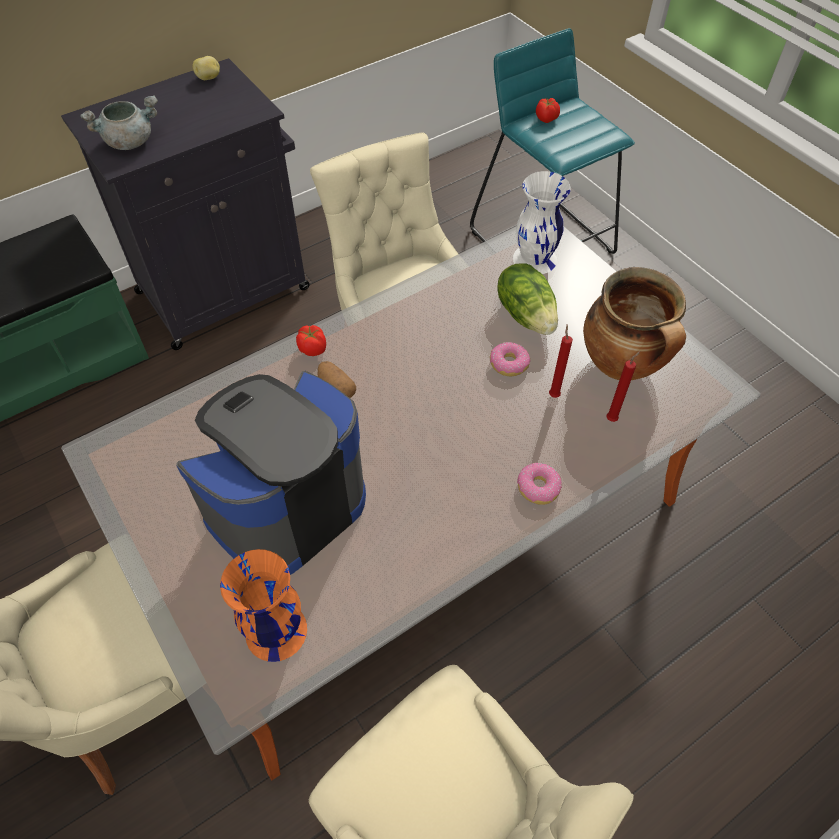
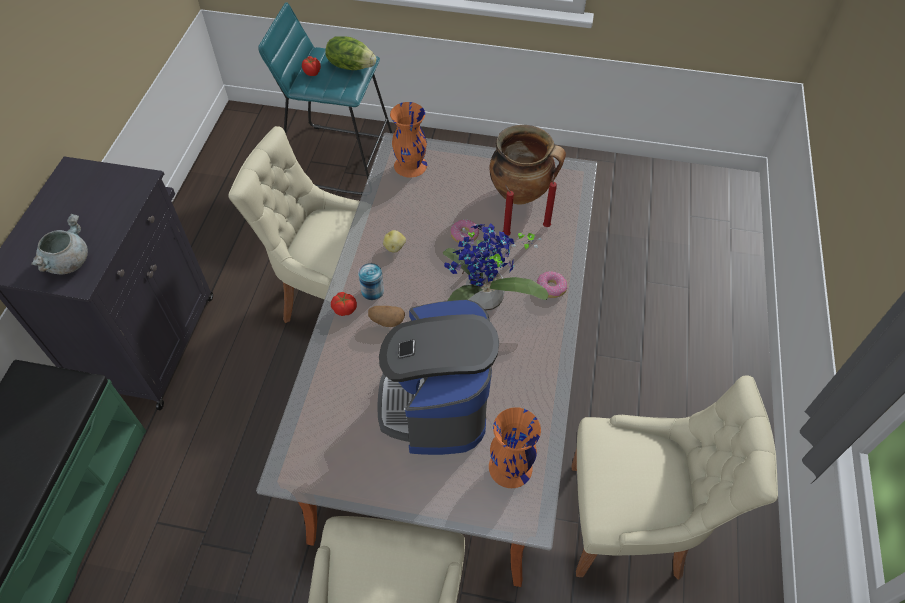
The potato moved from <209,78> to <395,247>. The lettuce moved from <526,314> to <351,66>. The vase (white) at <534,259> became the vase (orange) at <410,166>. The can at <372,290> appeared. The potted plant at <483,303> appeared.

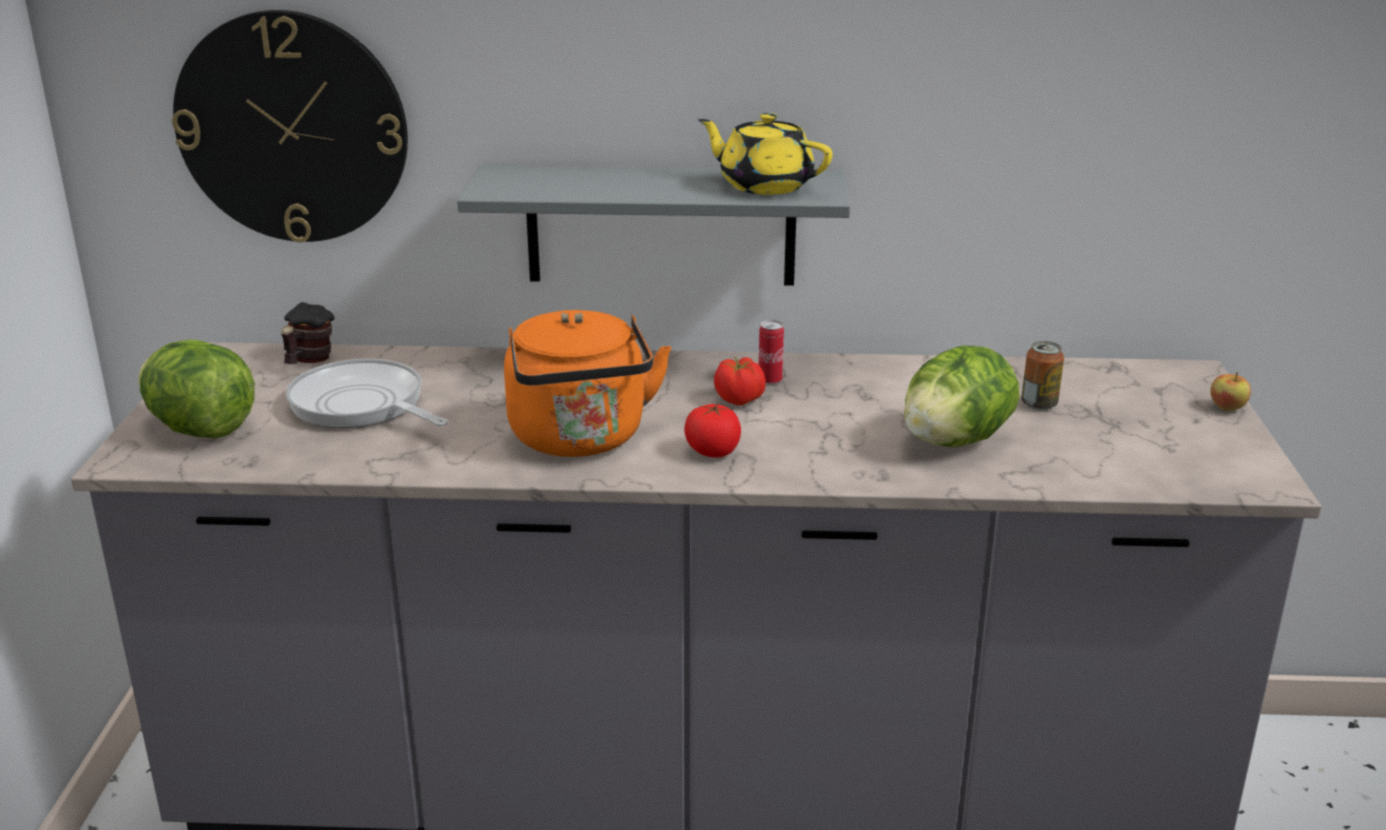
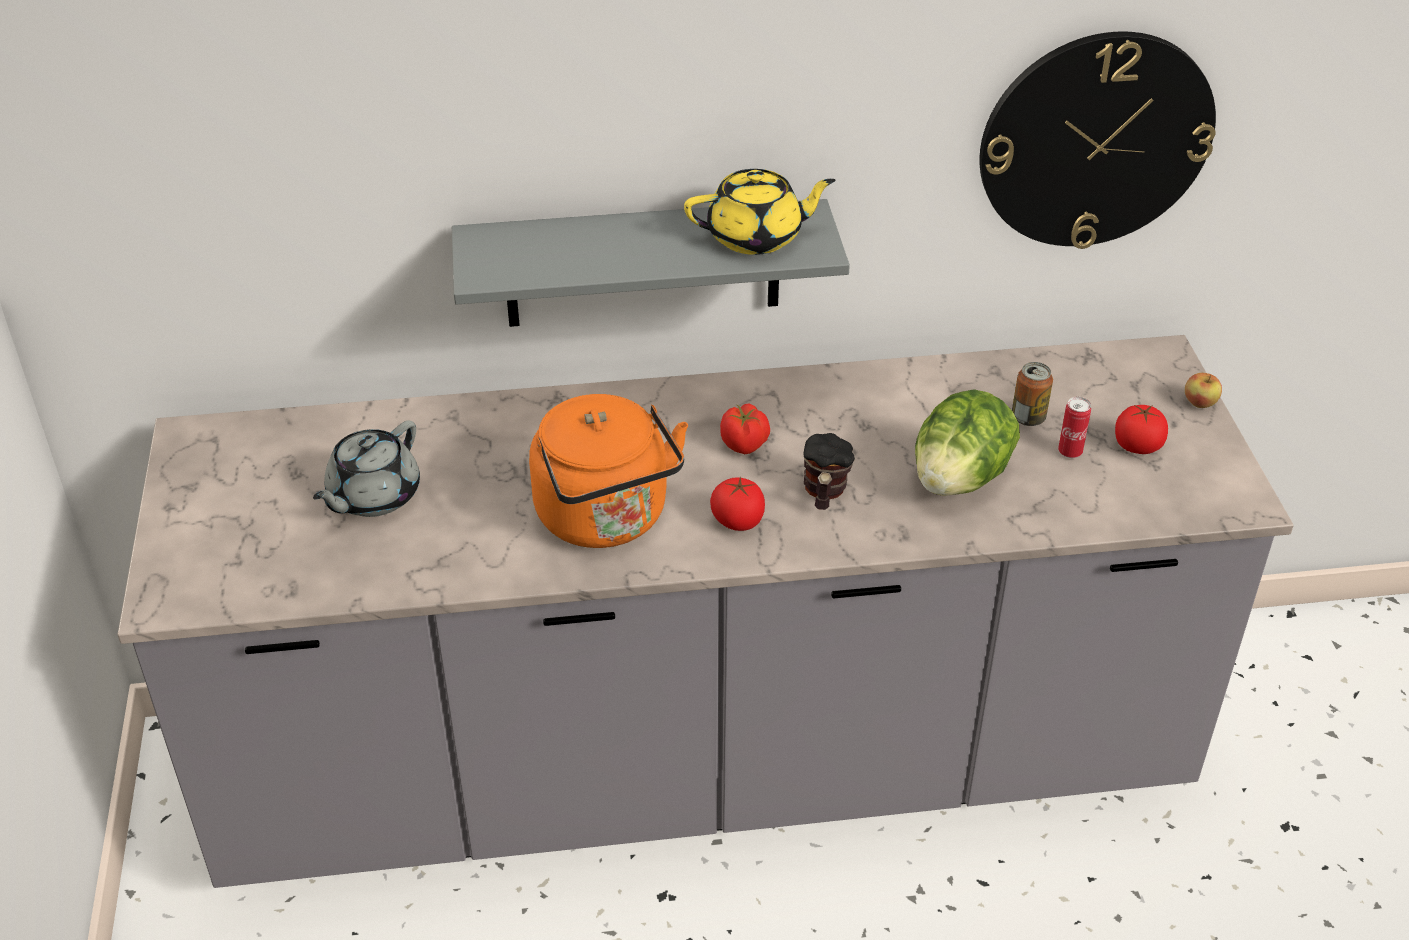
The lettuce at <201,429> disappeared. The wall clock moved from <292,128> to <1095,140>. The mug moved from <308,361> to <824,494>. The frying pan at <362,406> was replaced by the teapot (grey) at <372,496>. The teapot (yellow) at <764,185> turned 150 degrees clockwise. The can moved from <770,381> to <1070,452>. The tomato at <1137,446> appeared.

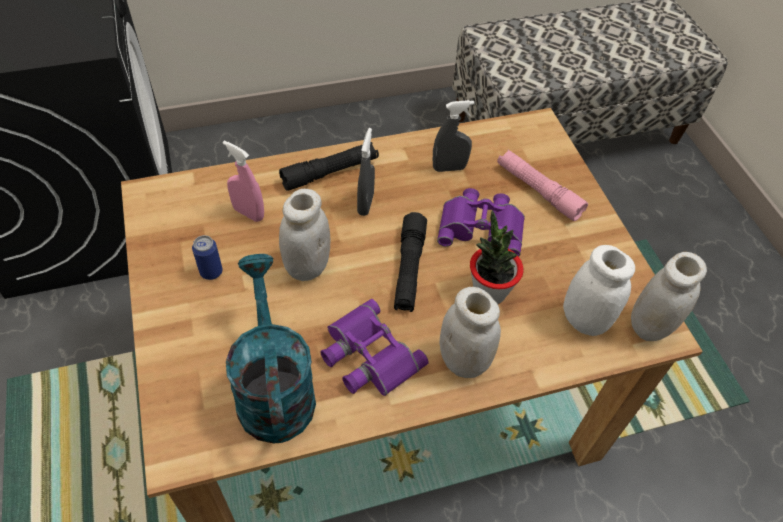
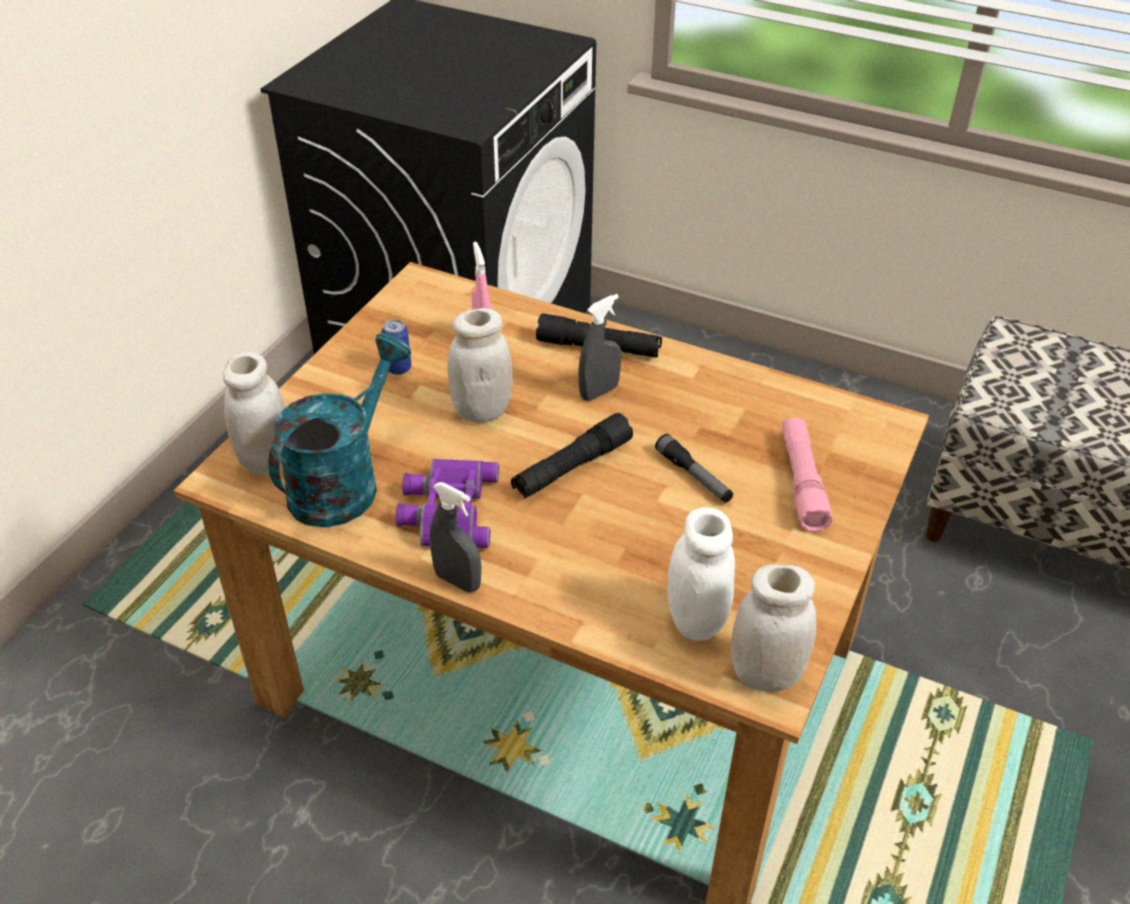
The spray bottle (grey) moved from <449,168> to <457,581>. The binoculars (purple) at <481,226> was replaced by the flashlight at <694,476>. The jar (white) moved from <463,361> to <266,459>. The potted plant at <489,292> disappeared.

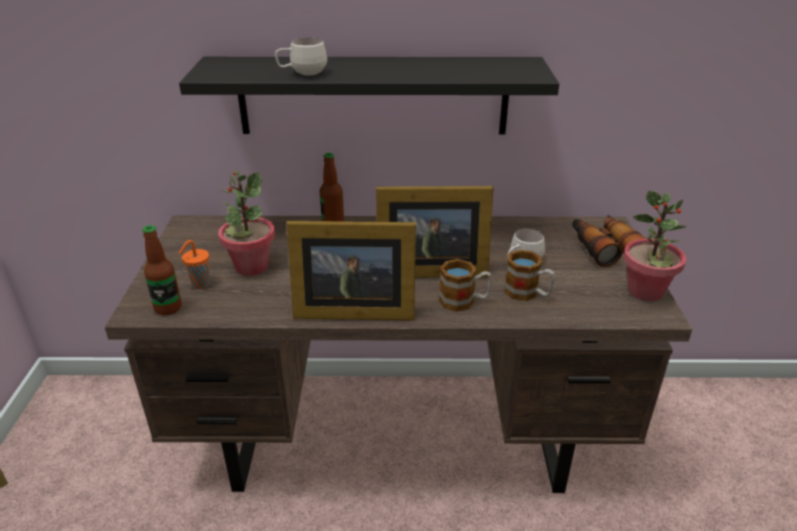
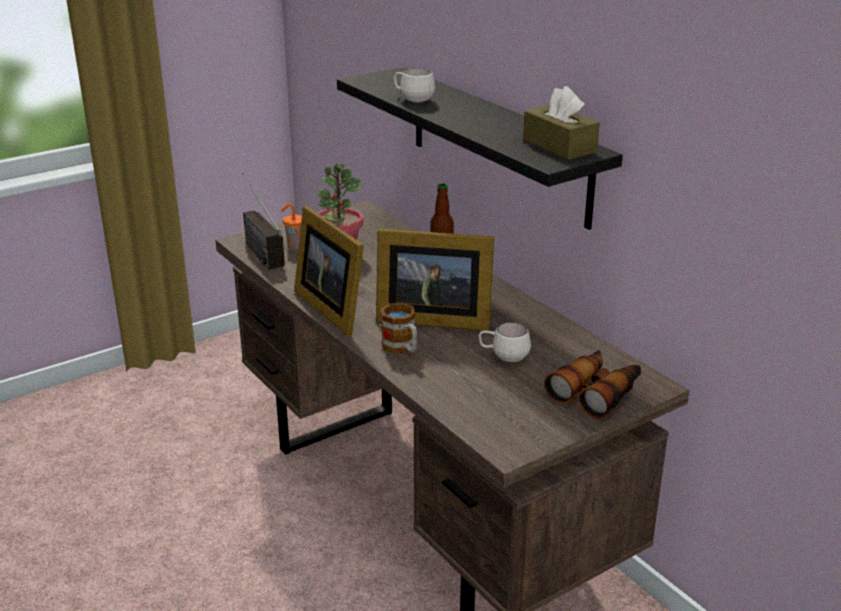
The bottle at <168,308> was replaced by the radio at <256,248>. The picture frame at <428,269> turned 45 degrees counterclockwise. The mug at <527,293> disappeared. The potted plant at <645,292> disappeared. The tissue box (brown) at <559,146> appeared.

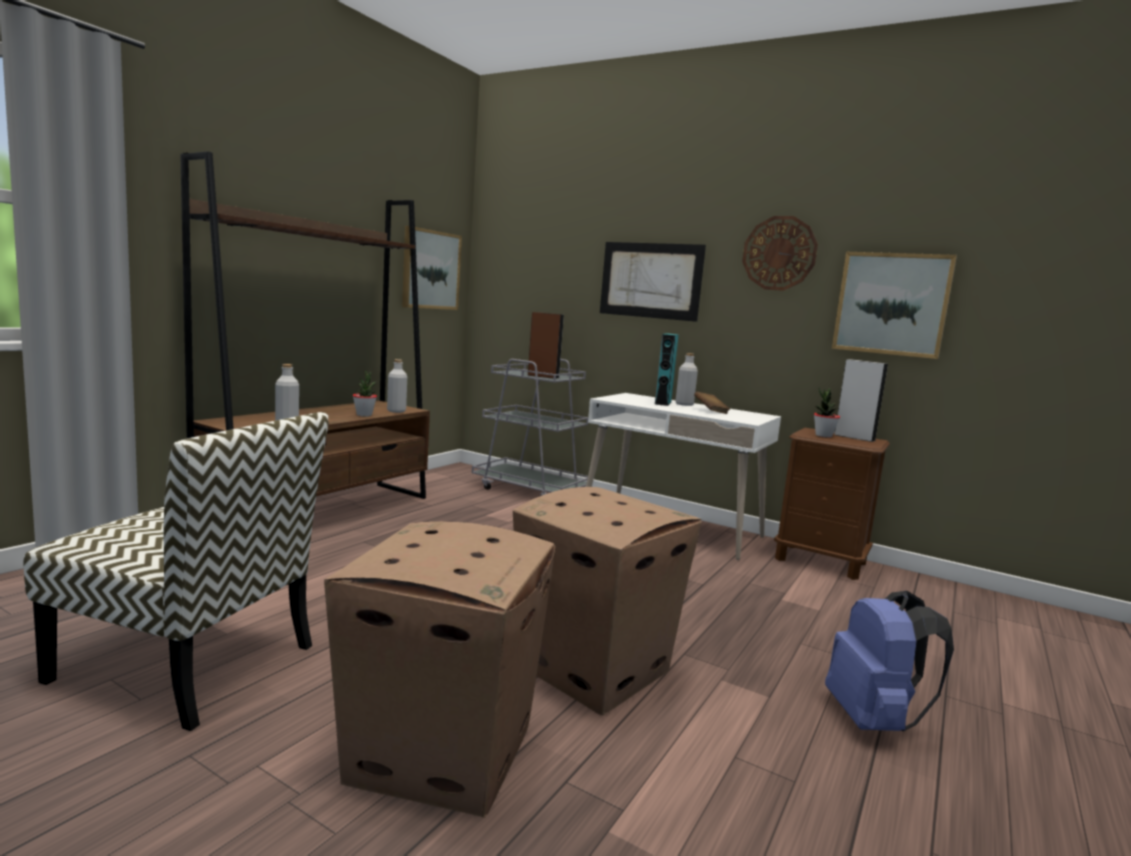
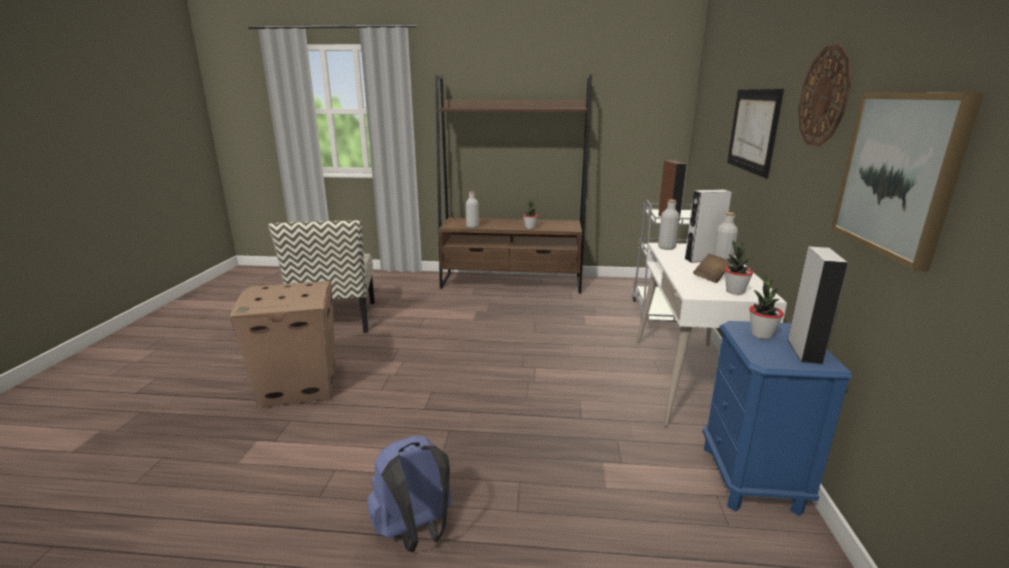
The bottle (grey) moved from <396,411> to <666,247>. The picture at <430,270> disappeared. The cardboard box at <592,668> disappeared. The speaker (turquoise) at <663,403> became the speaker (grey) at <702,259>. The nightstand (brown) at <821,561> became the nightstand (blue) at <751,479>. The potted plant at <734,291> appeared.

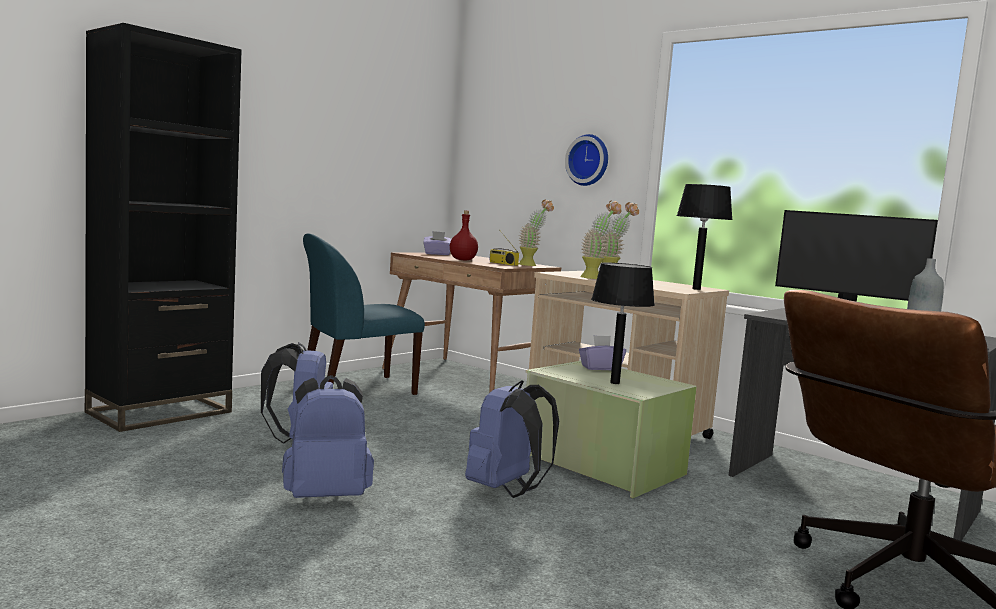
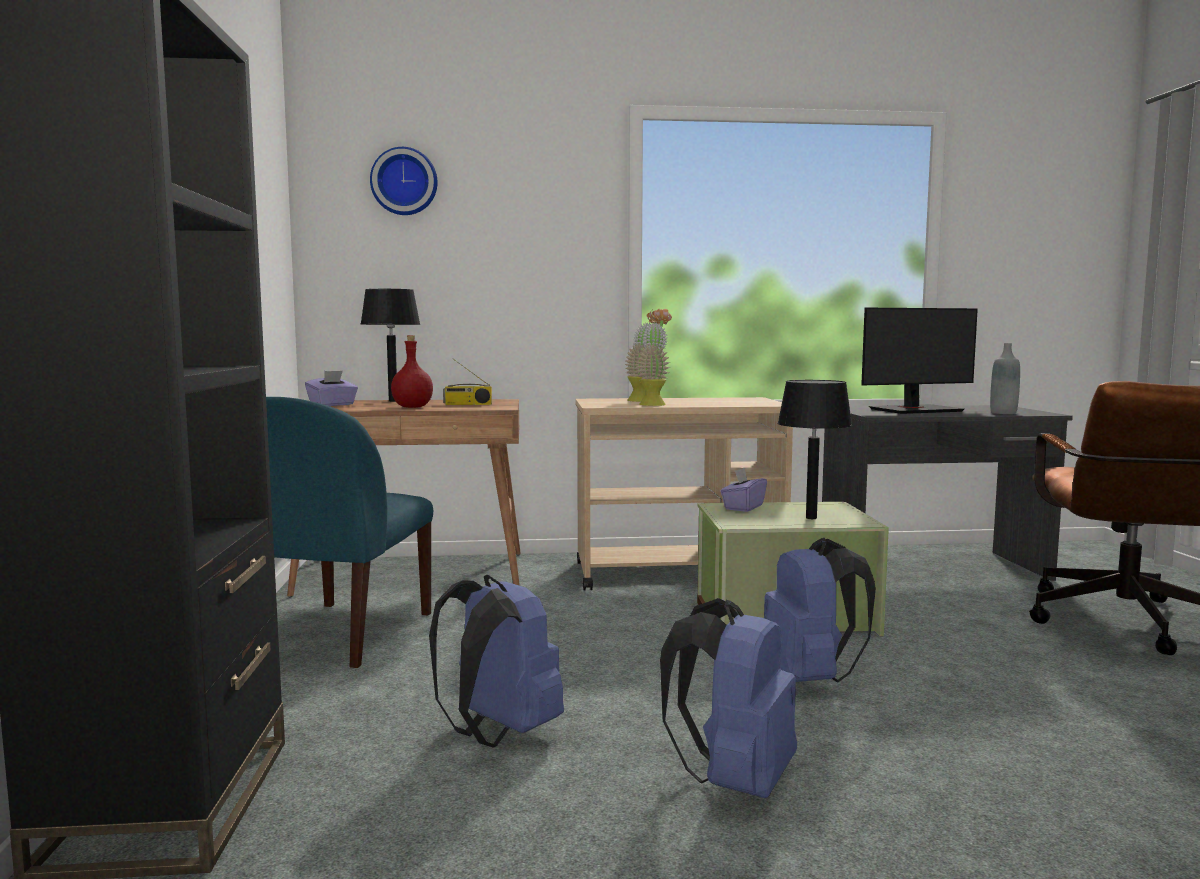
The potted plant at <532,265> disappeared. The wall clock moved from <589,160> to <404,182>. The table lamp (black) moved from <696,289> to <393,401>.

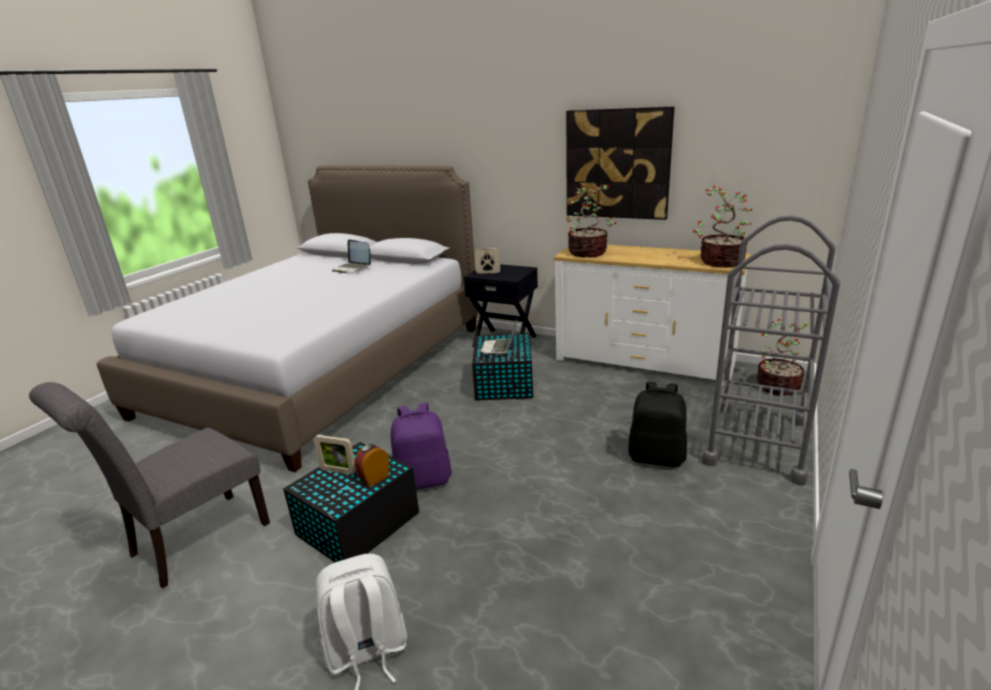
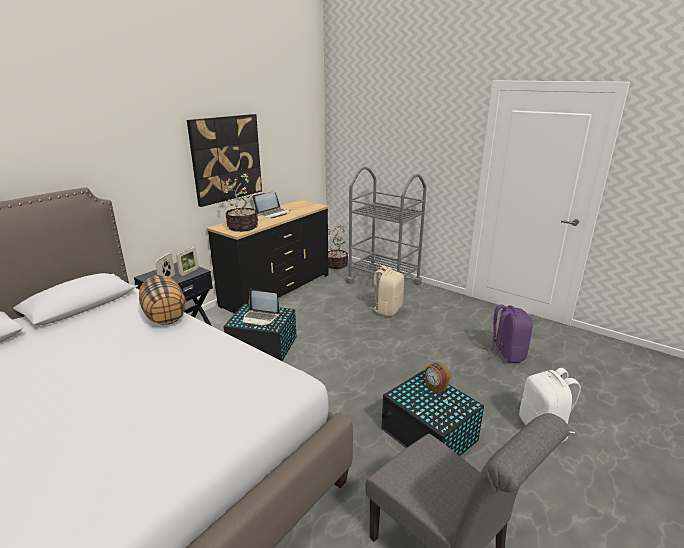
The picture frame moved from <338,471> to <189,272>. The laptop moved from <352,268> to <273,213>. The backpack (purple) moved from <423,479> to <506,354>. The dresser (white) at <643,361> became the dresser (black) at <276,290>. The backpack (black) at <657,457> became the backpack (beige) at <387,310>. The potted plant at <720,262> disappeared. The pillow at <165,316> appeared.

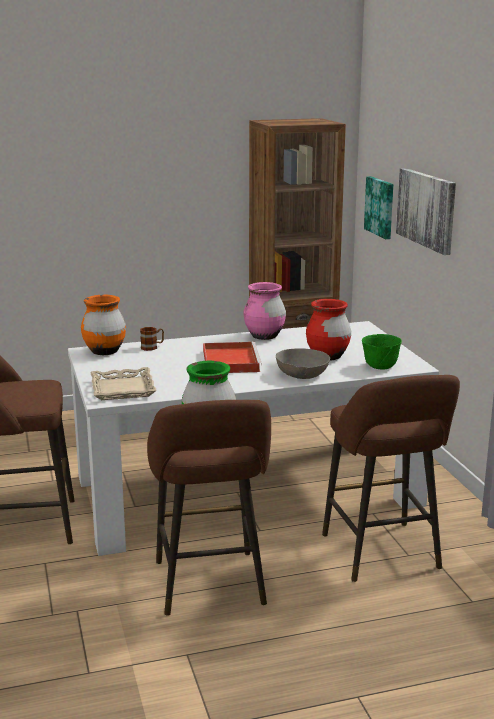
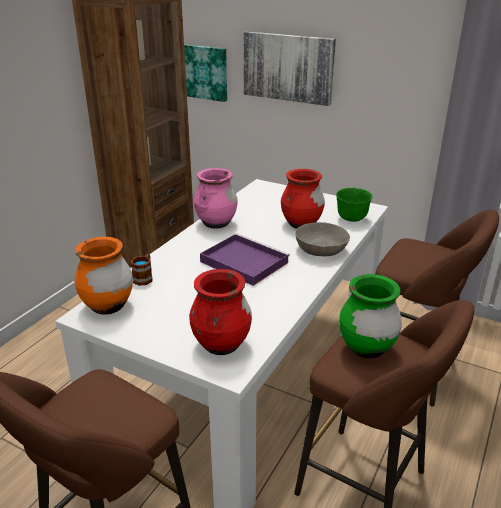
The tray (beige) at <123,389> was replaced by the vase (red) at <221,344>. The tray (red) at <230,360> became the tray (purple) at <242,261>.

